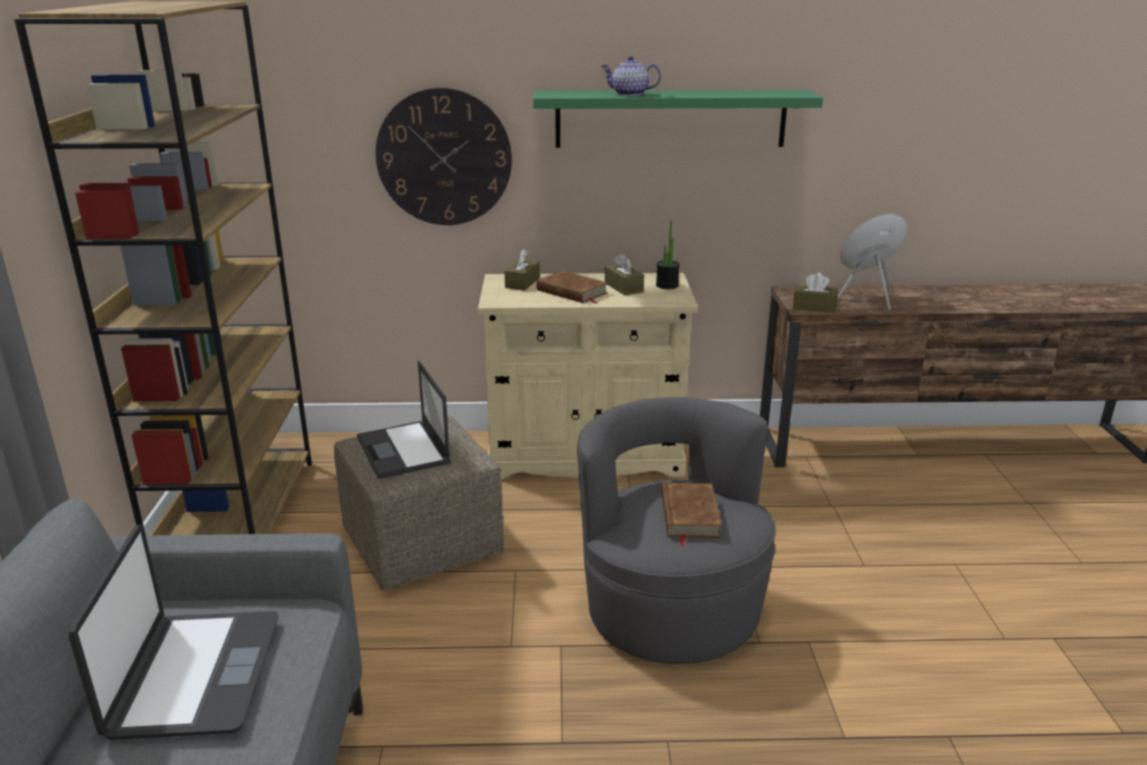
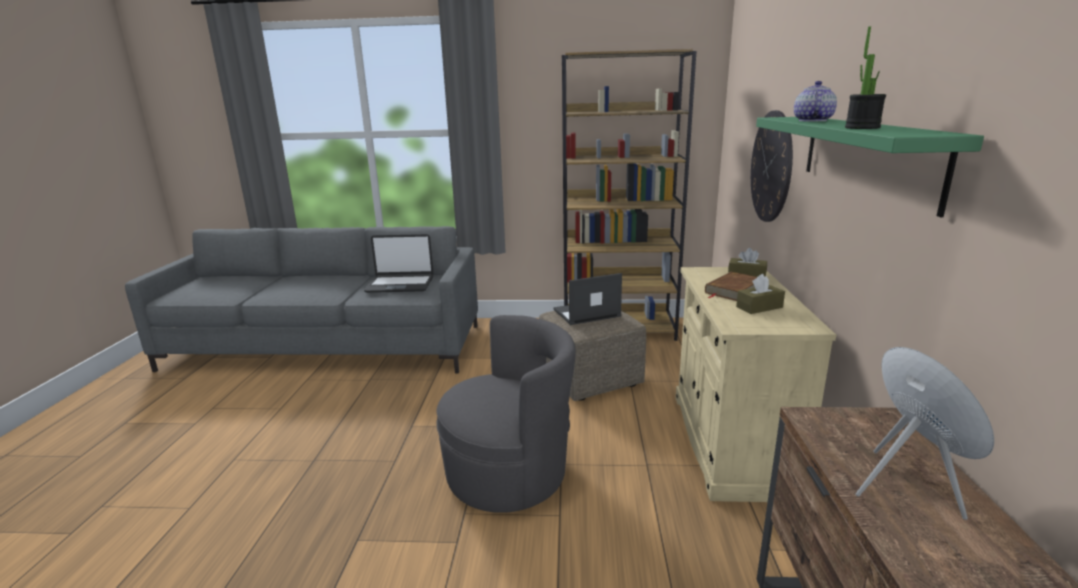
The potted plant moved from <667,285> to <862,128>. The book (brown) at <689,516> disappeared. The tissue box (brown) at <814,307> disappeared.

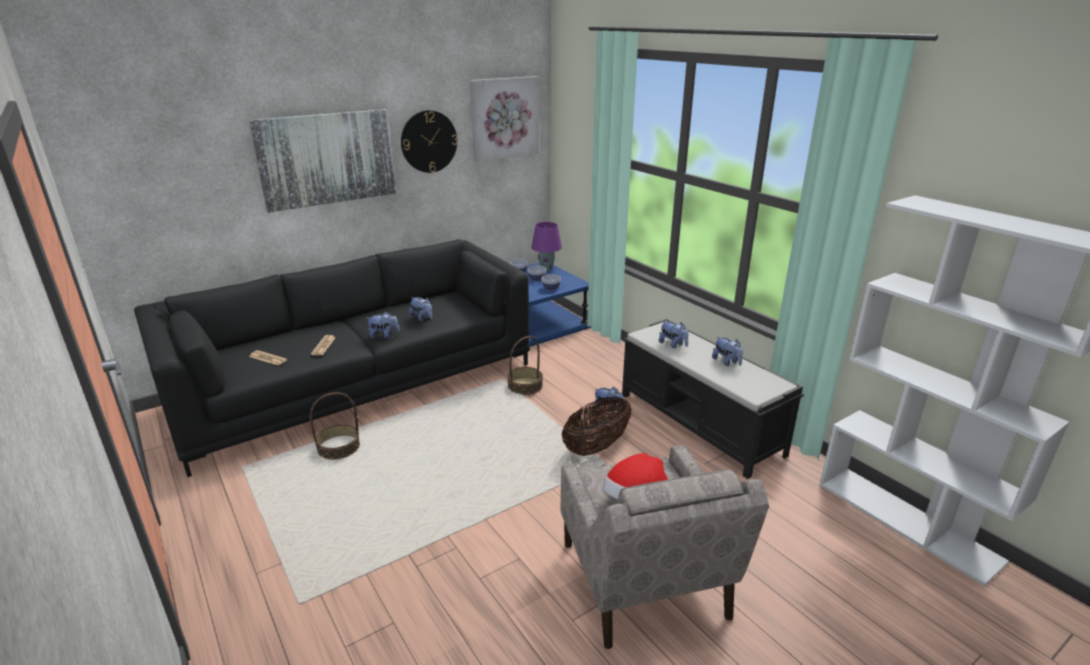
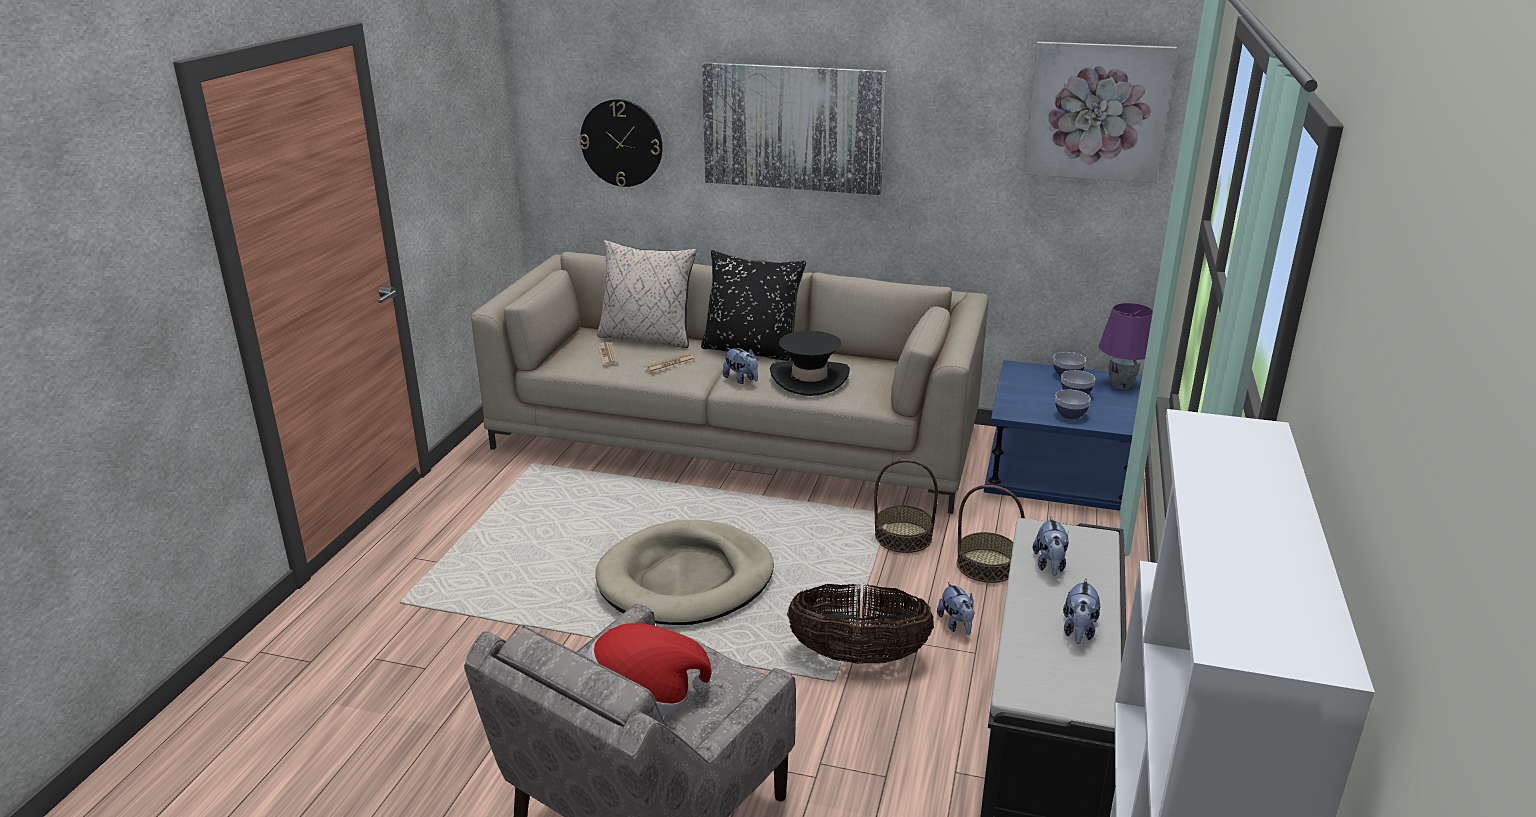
The sofa (black) at <357,384> became the sofa (beige) at <736,438>. The basket moved from <339,447> to <986,565>. The wall clock moved from <429,141> to <621,143>. The plush toy at <422,318> was replaced by the hat (black) at <809,378>. The dog bed (beige) at <686,579> appeared. The pillow (beige) at <647,338> appeared. The pillow (black) at <752,350> appeared.

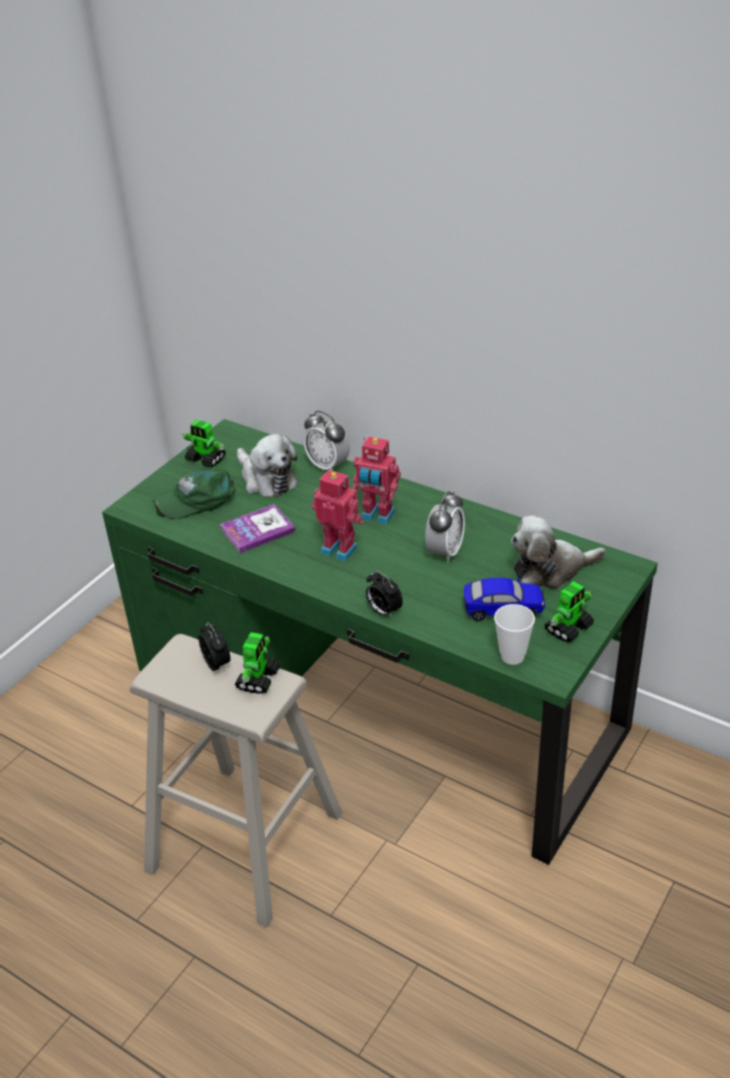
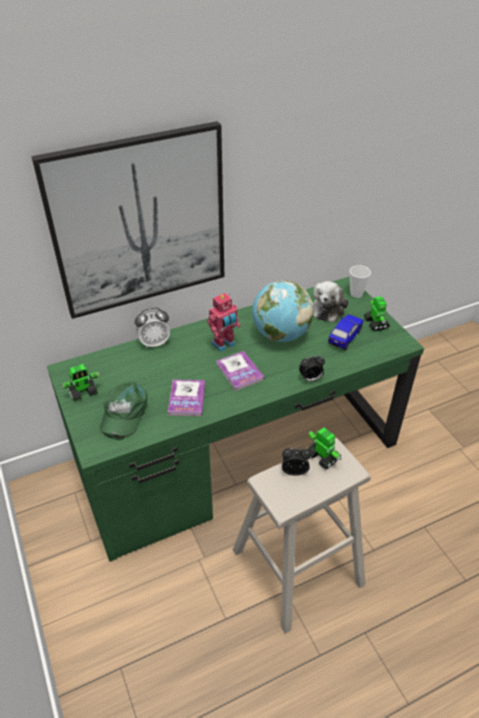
The plush toy at <266,479> disappeared. The toy robot at <340,548> was replaced by the book at <239,371>. The alarm clock at <445,552> was replaced by the globe at <280,335>. The cup moved from <512,656> to <356,294>. The picture at <139,222> appeared.

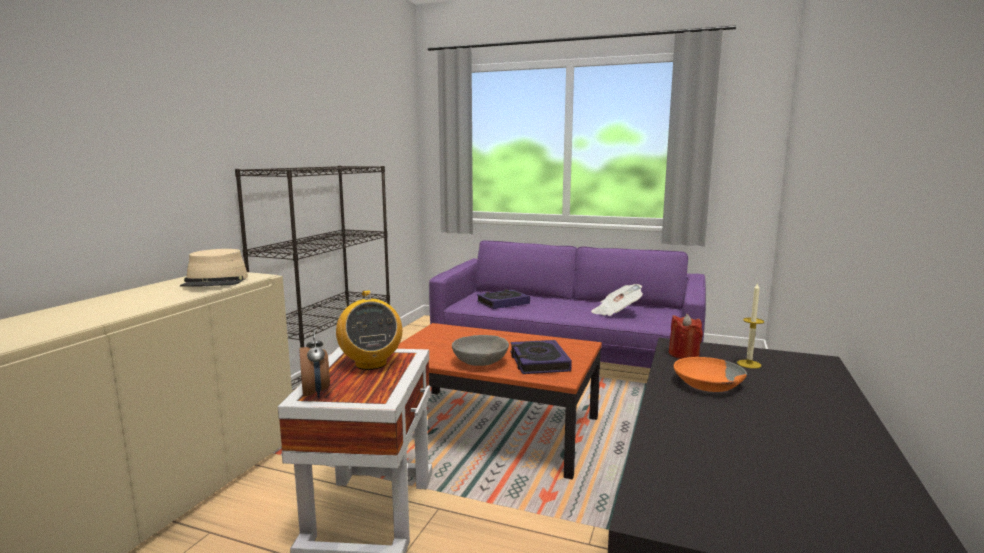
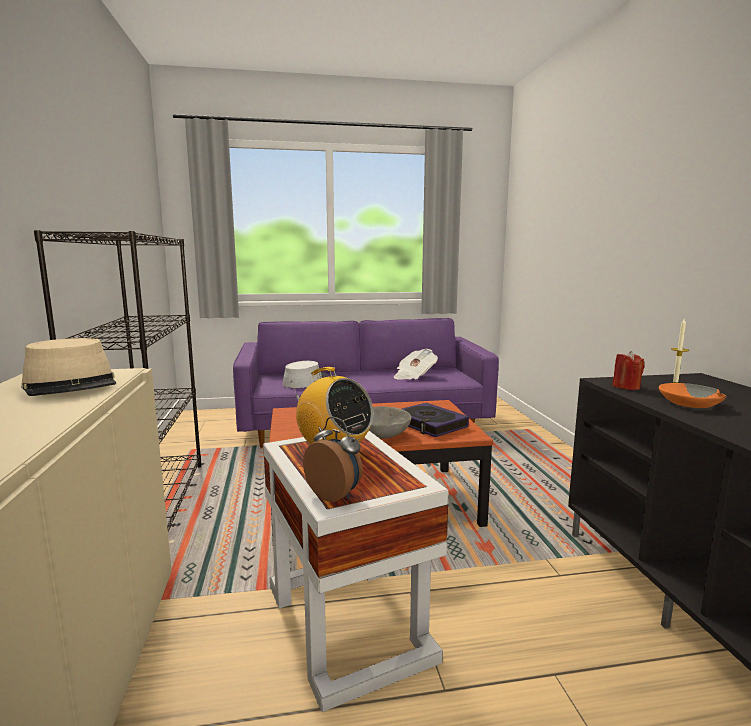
The book at <503,303> was replaced by the hat (grey) at <305,381>.

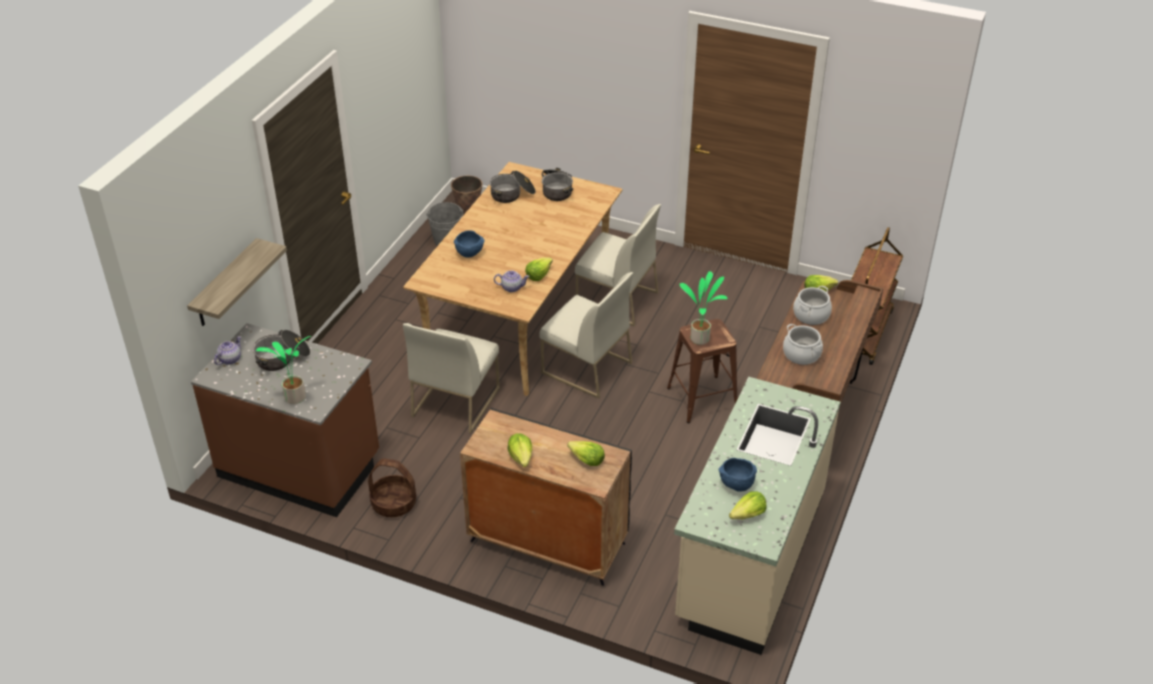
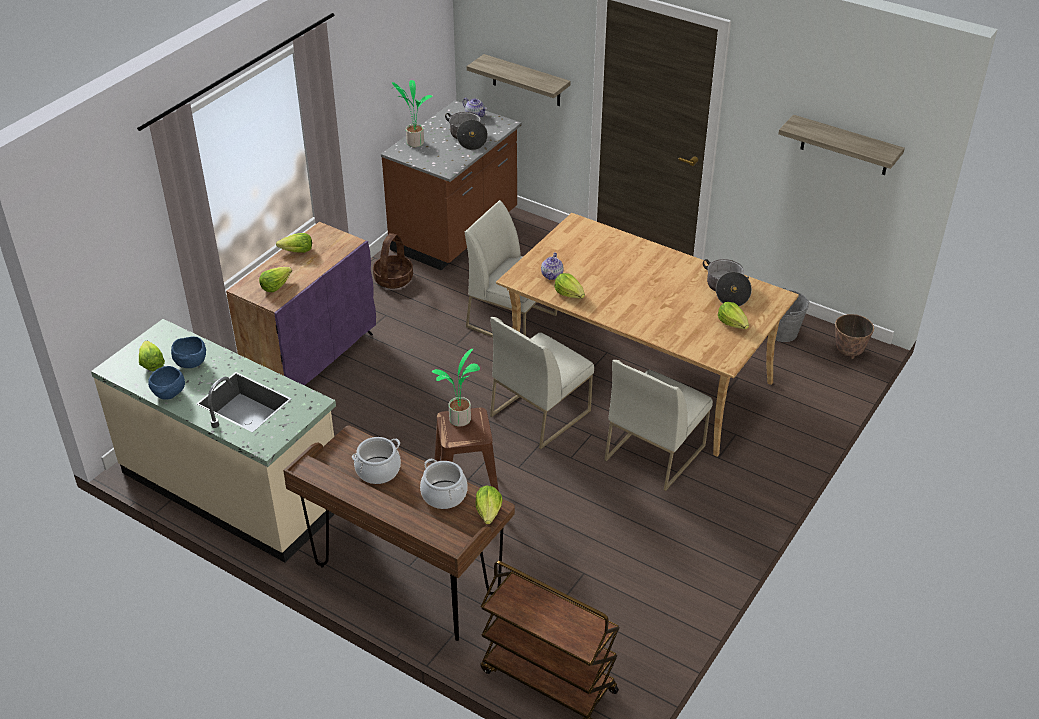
The bowl (blue) moved from <470,253> to <169,394>. The cabinet (black) at <546,542> became the cabinet (purple) at <312,359>. The cooking pot at <557,190> was replaced by the lettuce at <733,323>. The shelf at <845,146> appeared.

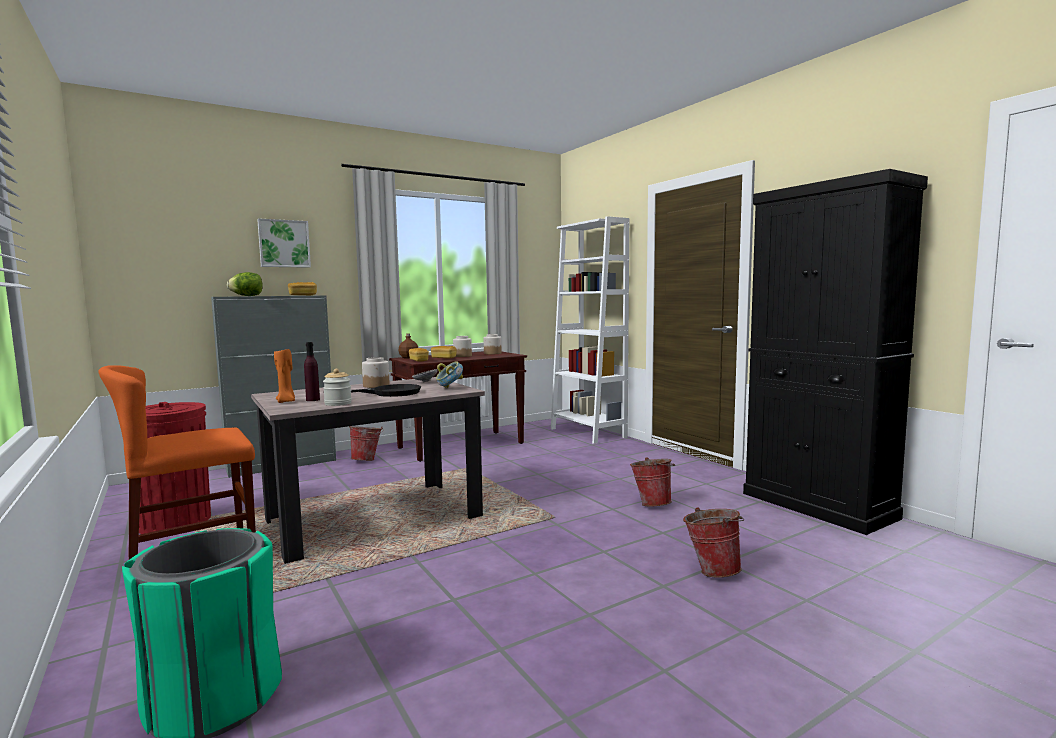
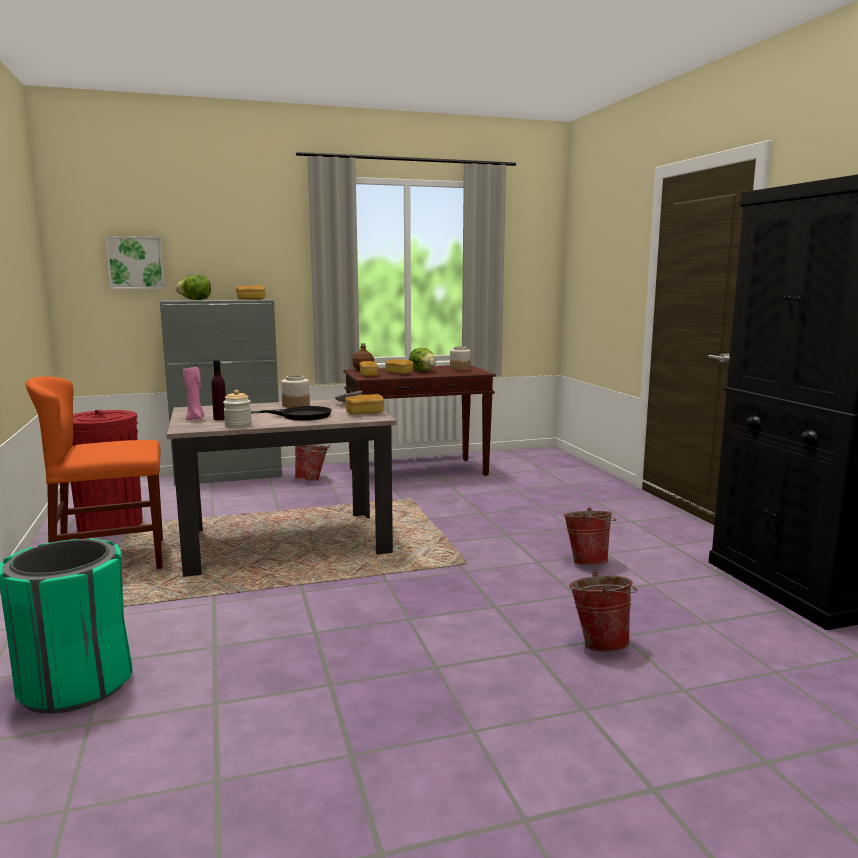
The picture moved from <284,243> to <135,263>. The candle (orange) at <286,401> became the candle (pink) at <195,419>. The bowl at <449,388> was replaced by the bread at <364,413>. The jar at <462,356> was replaced by the lettuce at <423,371>. The bookcase (white) at <587,433> disappeared.

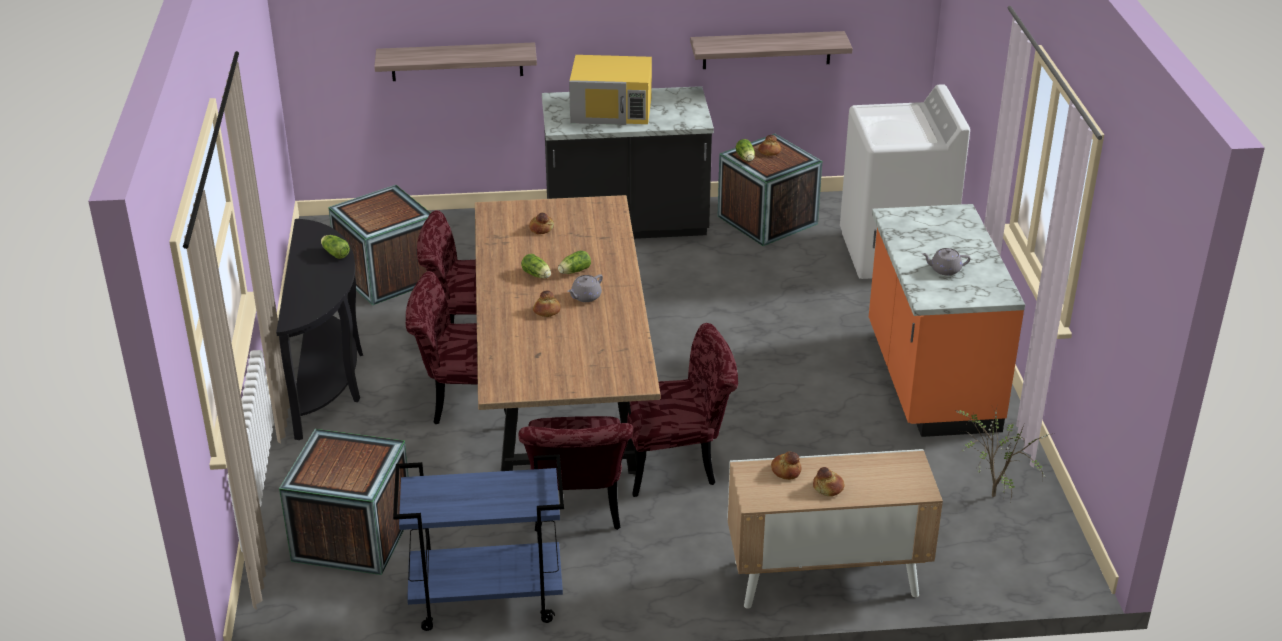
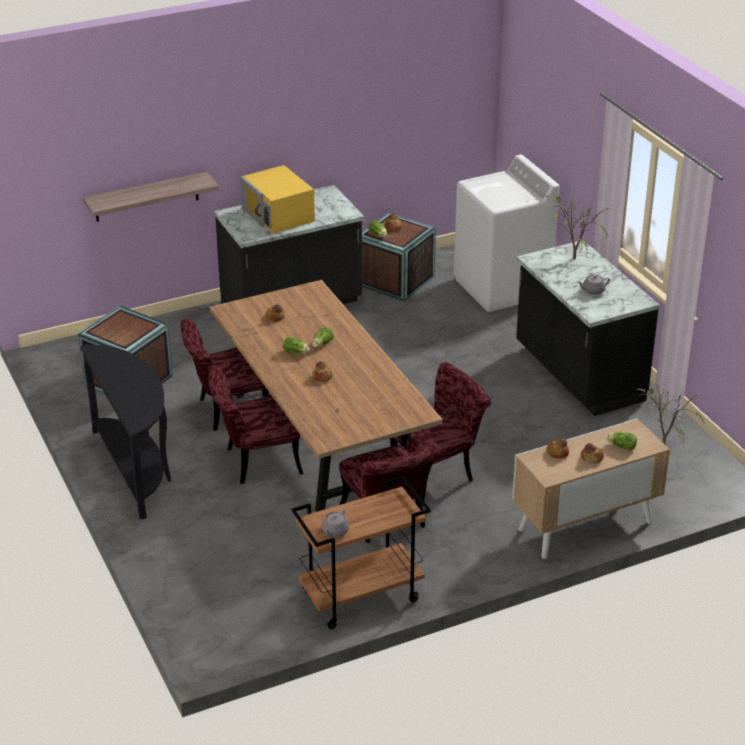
The crate at <352,536> disappeared. The lettuce moved from <334,253> to <621,446>. The cart (blue) at <485,600> became the cart (brown) at <360,598>. The teapot (grey) moved from <585,297> to <335,531>. The microwave (yellow) at <612,110> turned 75 degrees clockwise. The shelf at <767,50> disappeared. The counter (orange) at <929,379> became the counter (black) at <577,375>. The potted plant at <572,259> appeared.

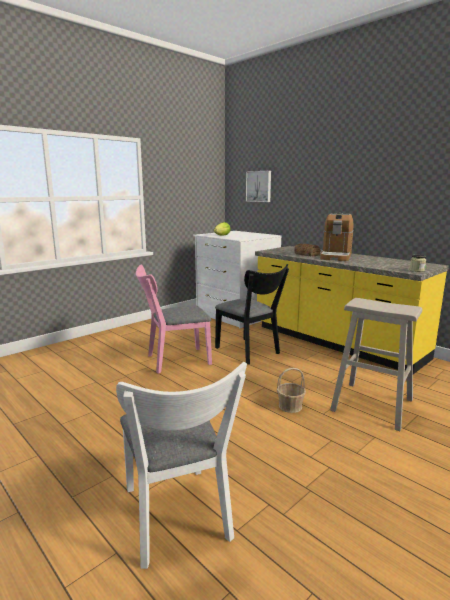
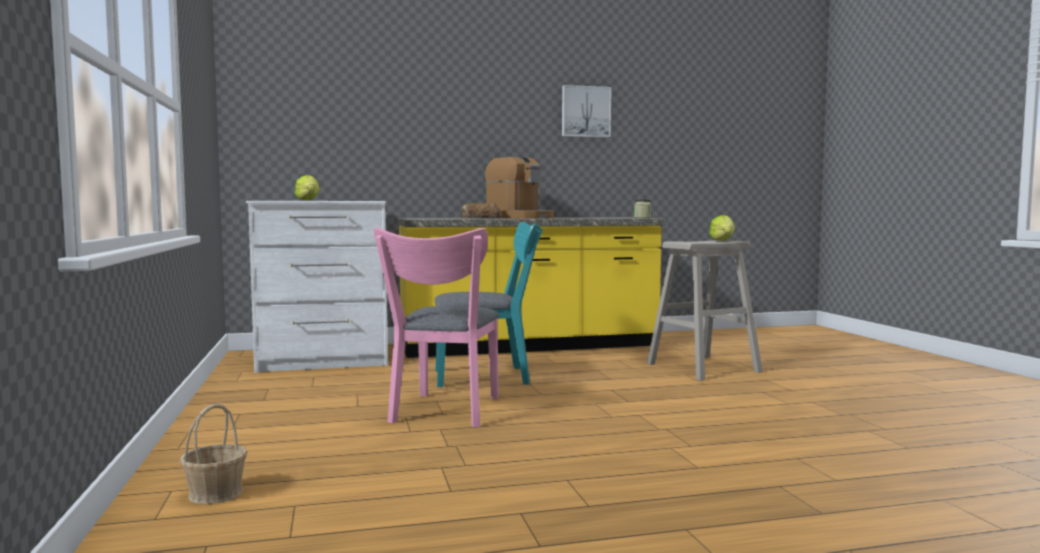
The chair (white) at <178,520> disappeared. The chair (black) at <250,352> became the chair (turquoise) at <489,376>. The picture moved from <259,186> to <585,112>. The basket moved from <290,406> to <216,493>. The lettuce at <723,241> appeared.

